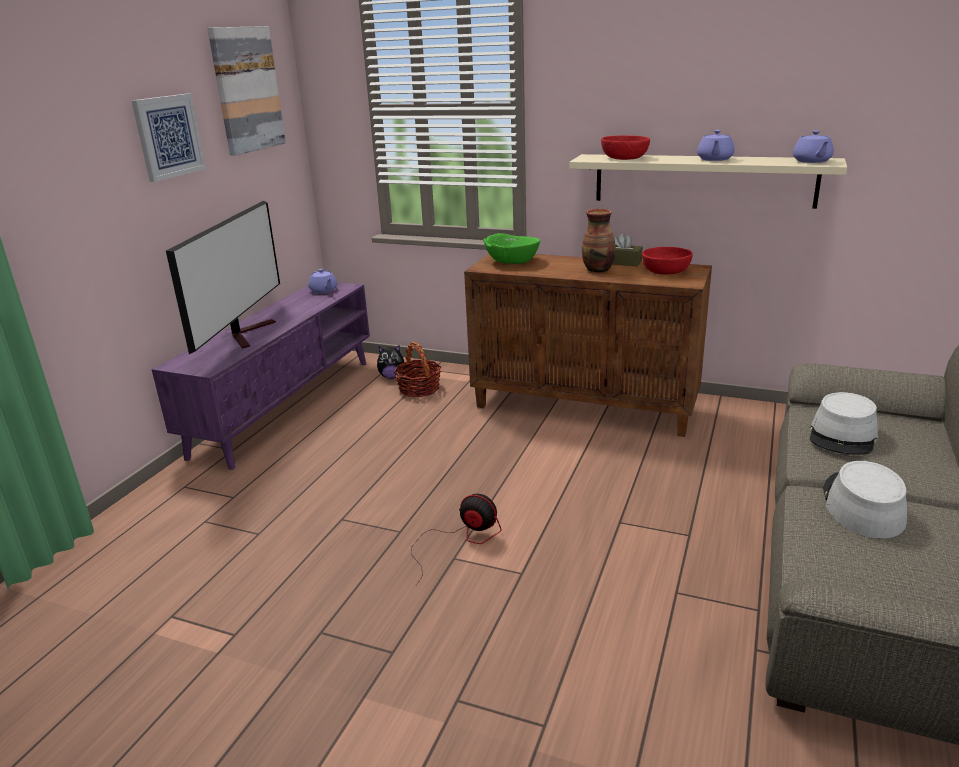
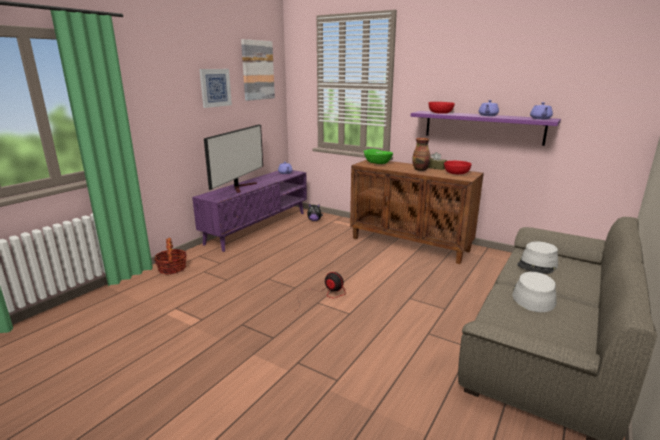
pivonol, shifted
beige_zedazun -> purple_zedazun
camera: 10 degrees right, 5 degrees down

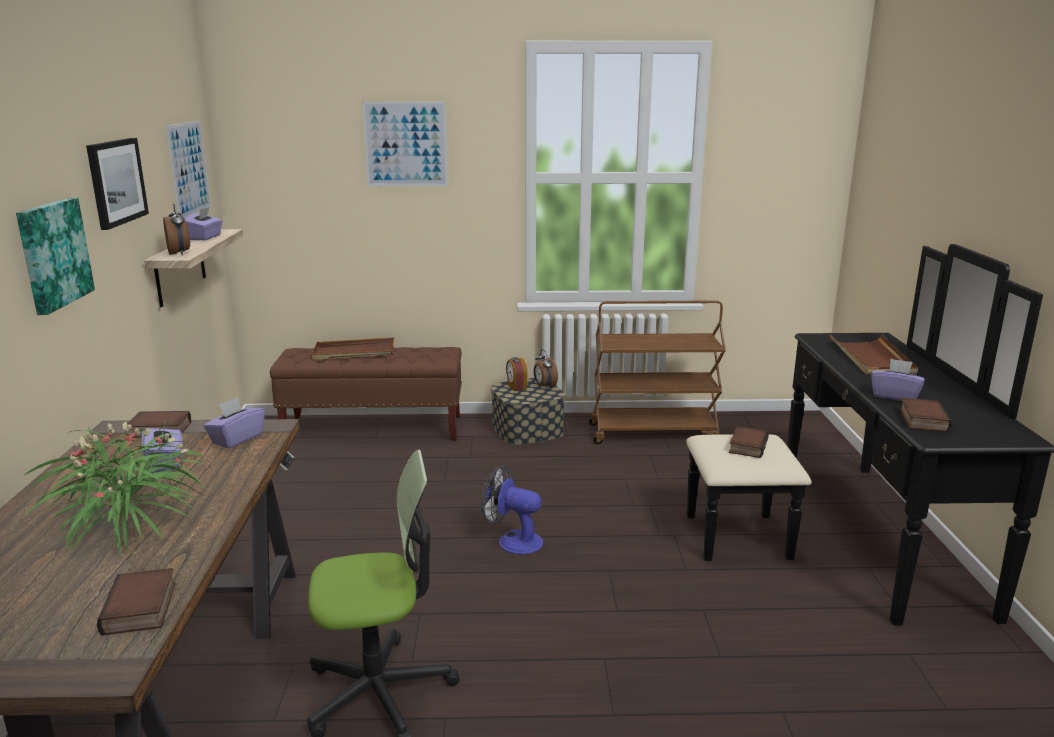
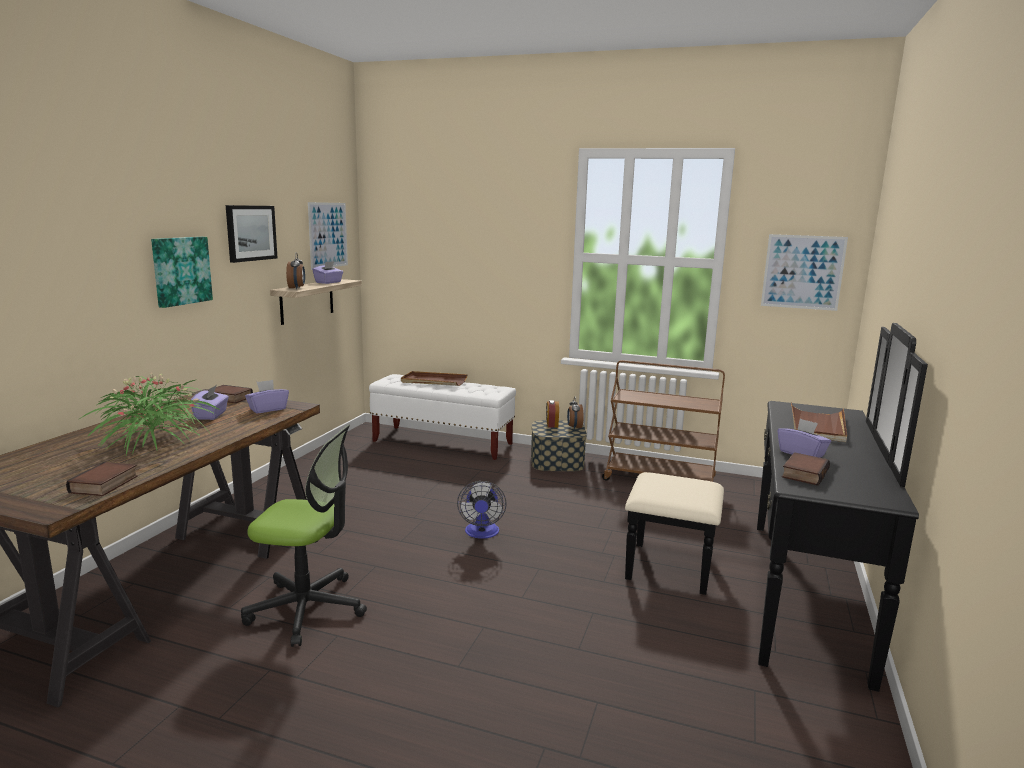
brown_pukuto -> white_pukuto
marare, 135 degrees counterclockwise
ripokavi (no. 4 from left), shifted
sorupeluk (no. 3 from left) -> none
camera: 20 degrees right, 5 degrees down

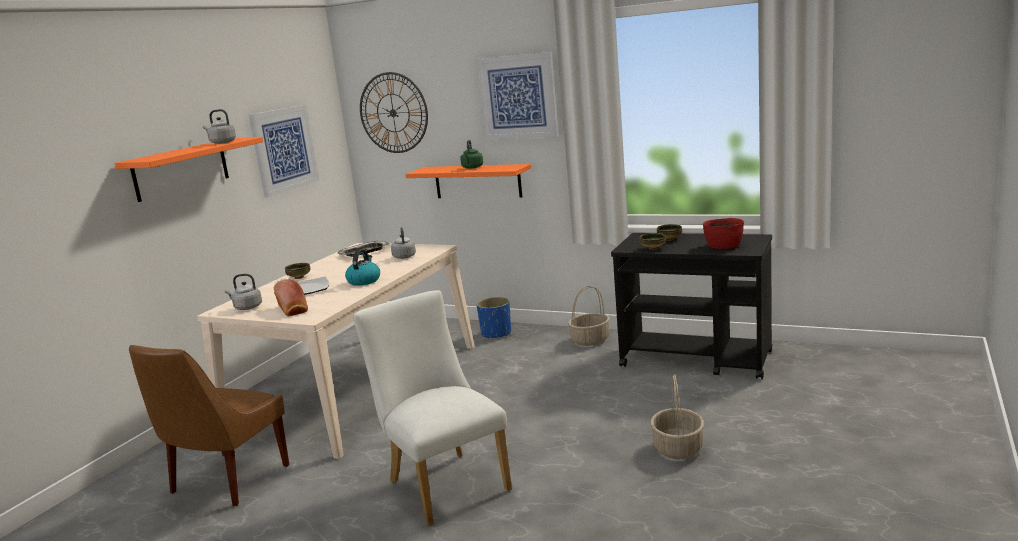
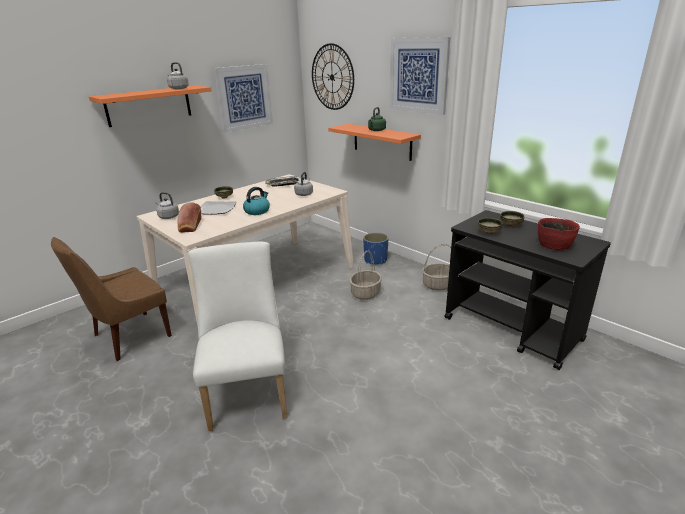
pivonol (no. 2 from left in the first image) -> pivonol (no. 1 from left), shifted
camera: 20 degrees right, 10 degrees up

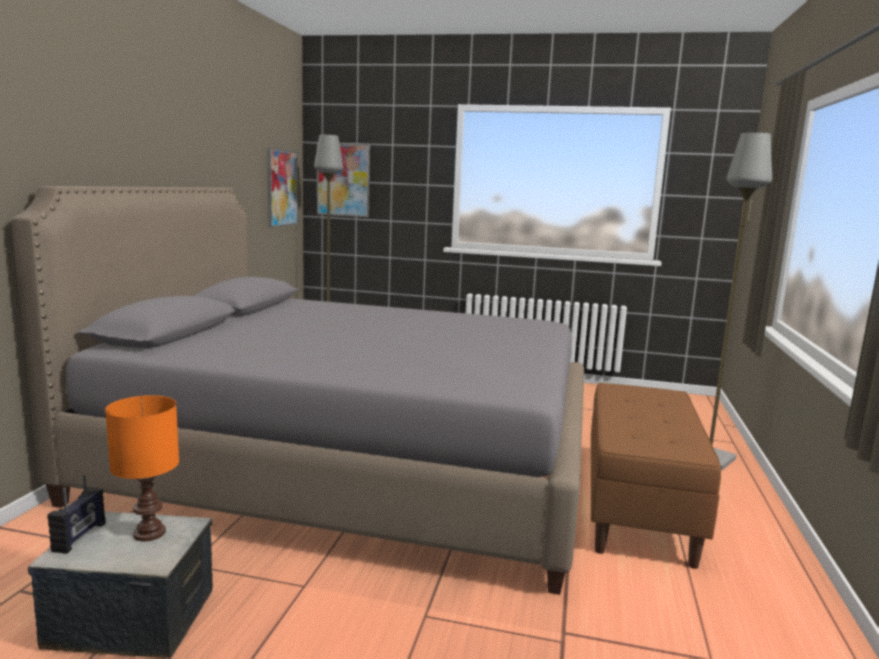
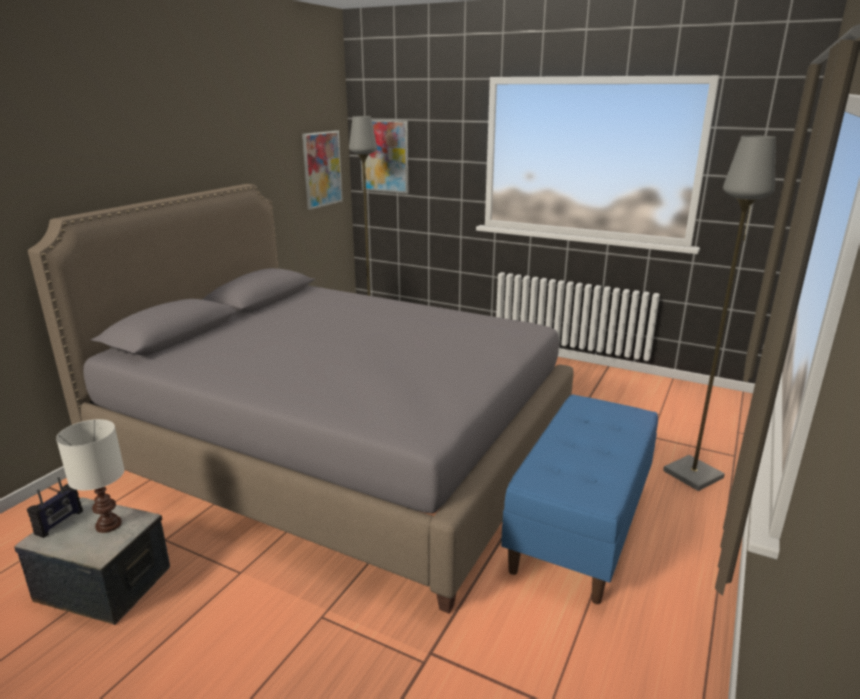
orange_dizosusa -> white_dizosusa
brown_pukuto -> blue_pukuto
camera: 15 degrees right, 10 degrees up

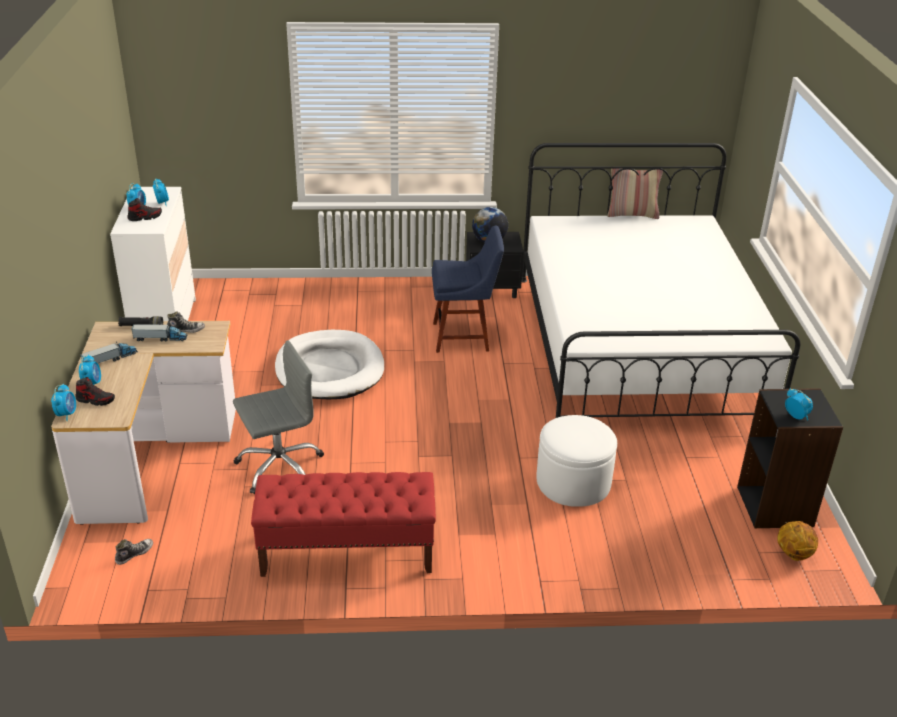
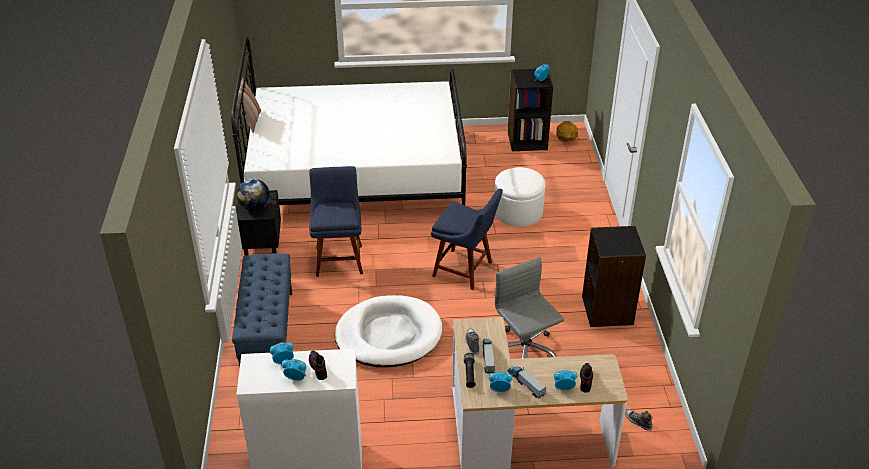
none -> blue_pukuto
none -> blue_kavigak (no. 2 from left)
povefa (no. 1 from left in the first image) -> povefa (no. 3 from left), shifted
red_pukuto -> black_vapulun (no. 2 from left)
camera: 90 degrees left, 5 degrees up

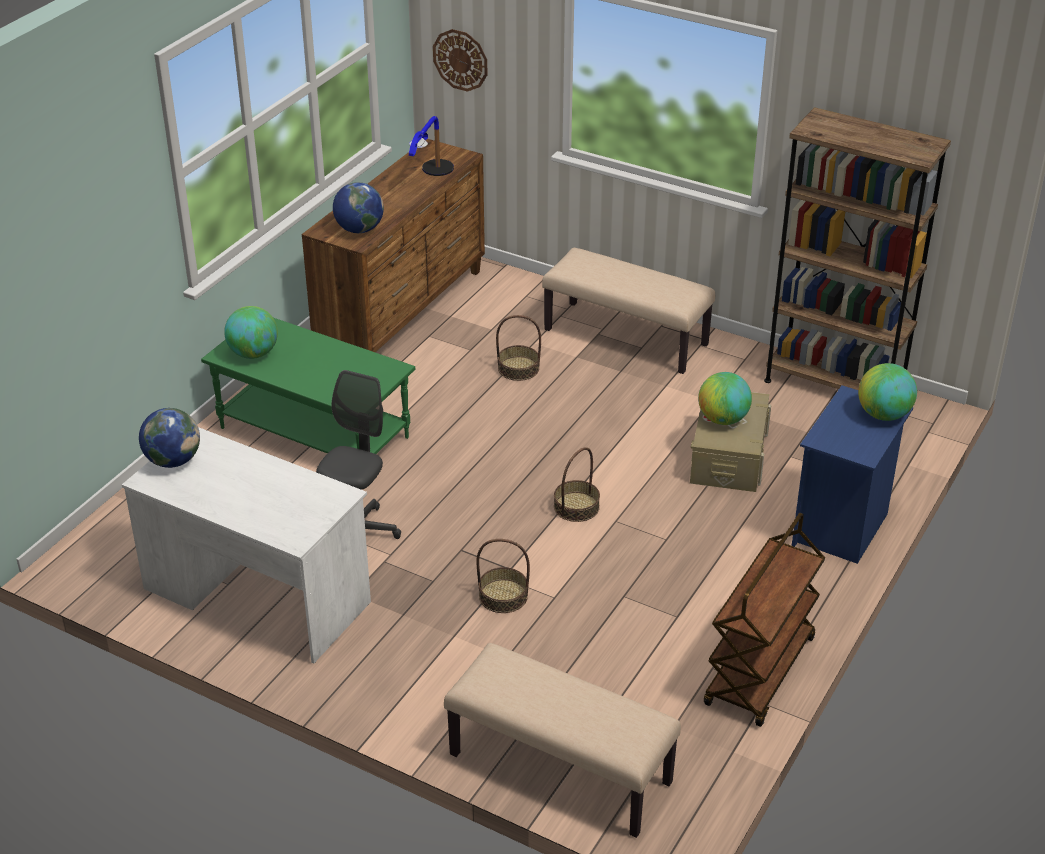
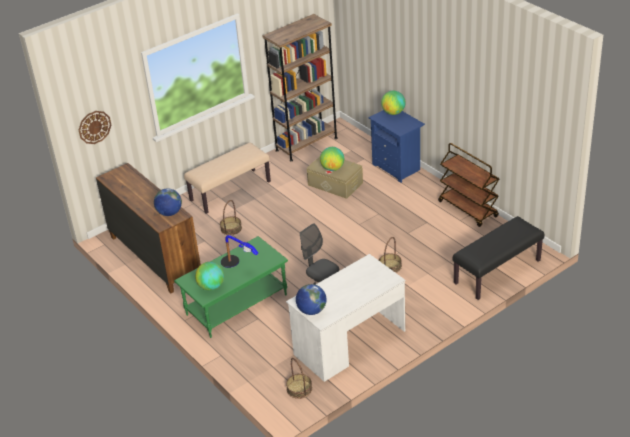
dizosusa, shifted
pivonol (no. 3 from left in the first image) -> pivonol (no. 2 from left), shifted
beige_pukuto (no. 1 from left) -> black_pukuto
camera: 65 degrees left, 0 degrees up

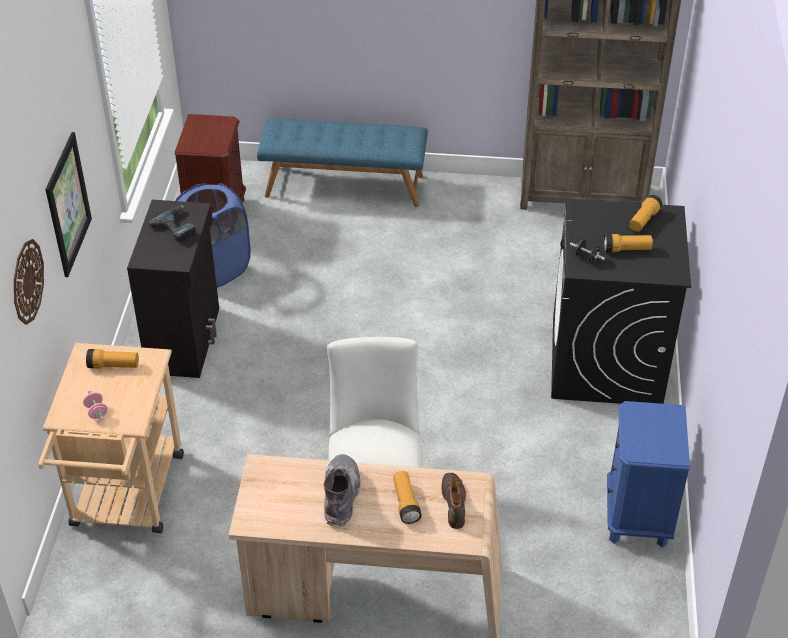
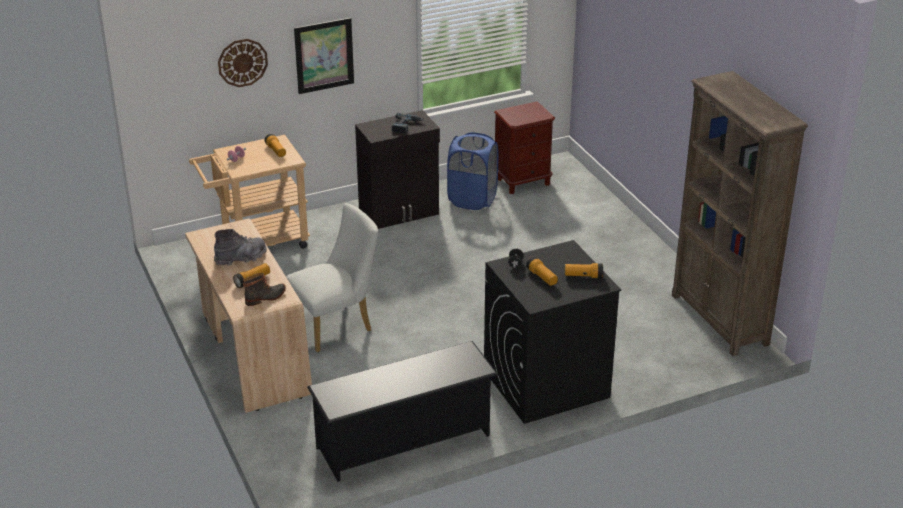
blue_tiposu -> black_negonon
blue_pukuto -> none
camera: 60 degrees right, 10 degrees down

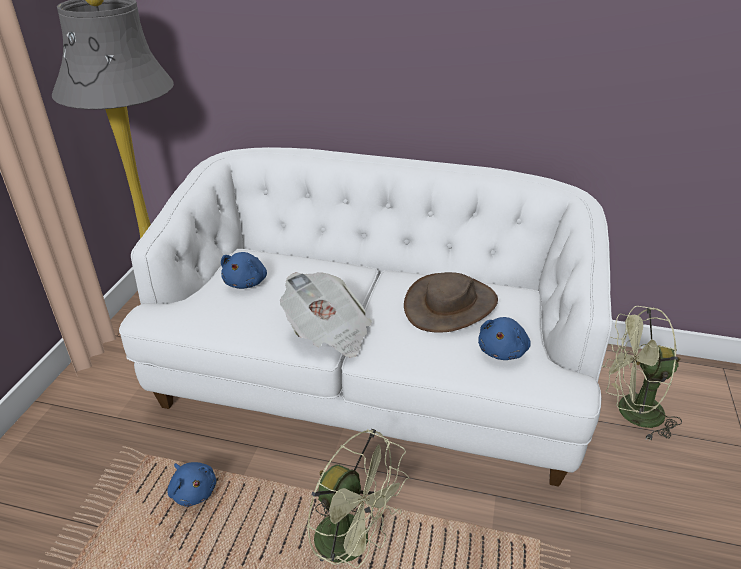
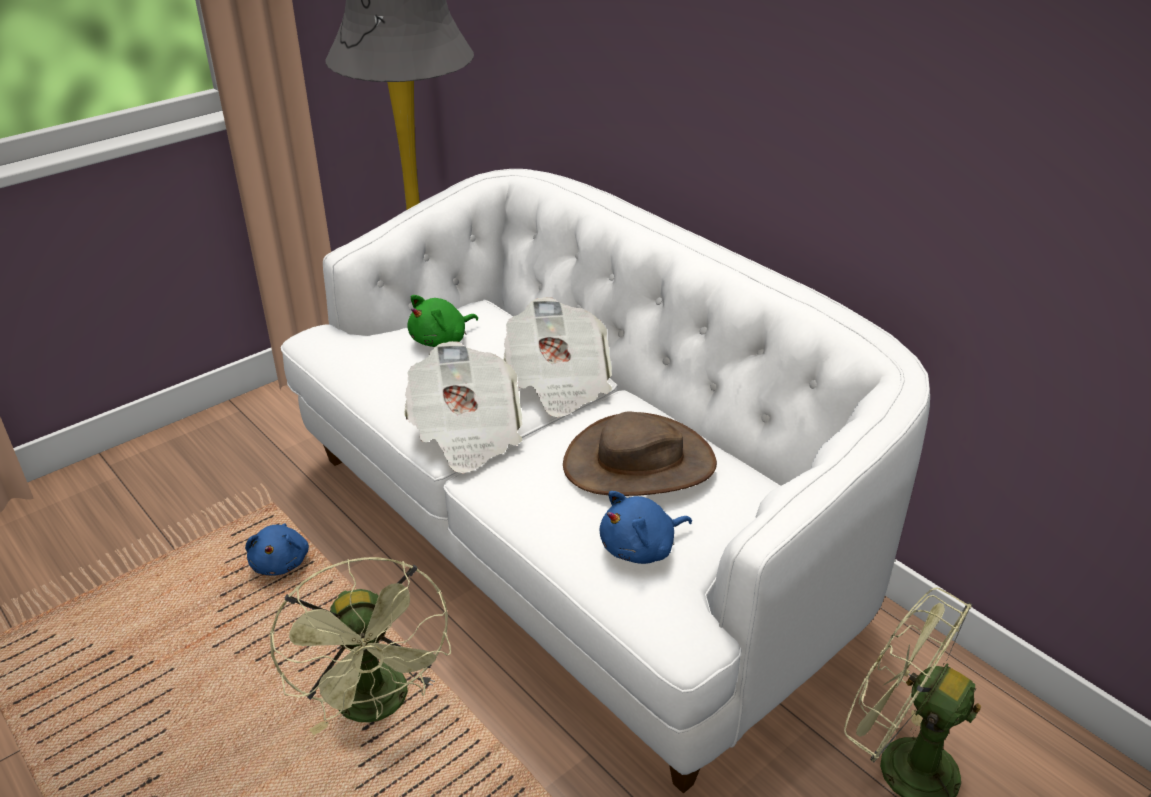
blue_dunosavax (no. 2 from left) -> green_dunosavax
none -> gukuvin (no. 2 from left)
camera: 35 degrees right, 0 degrees up

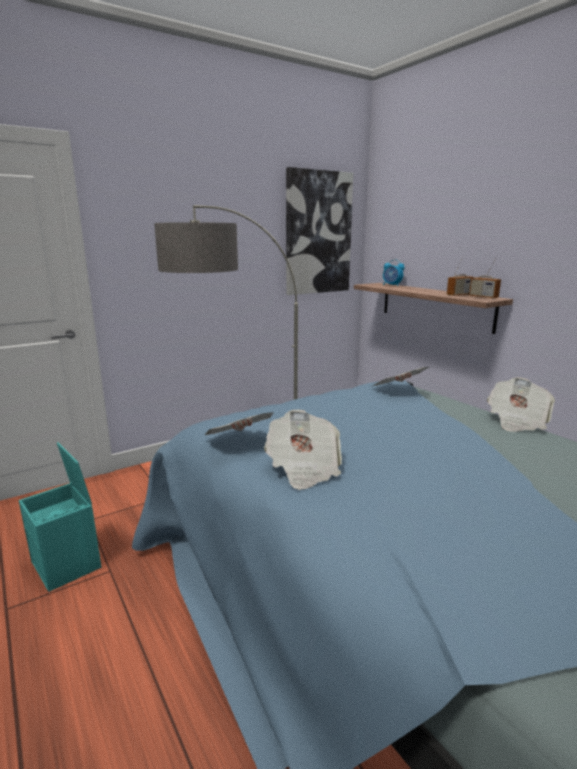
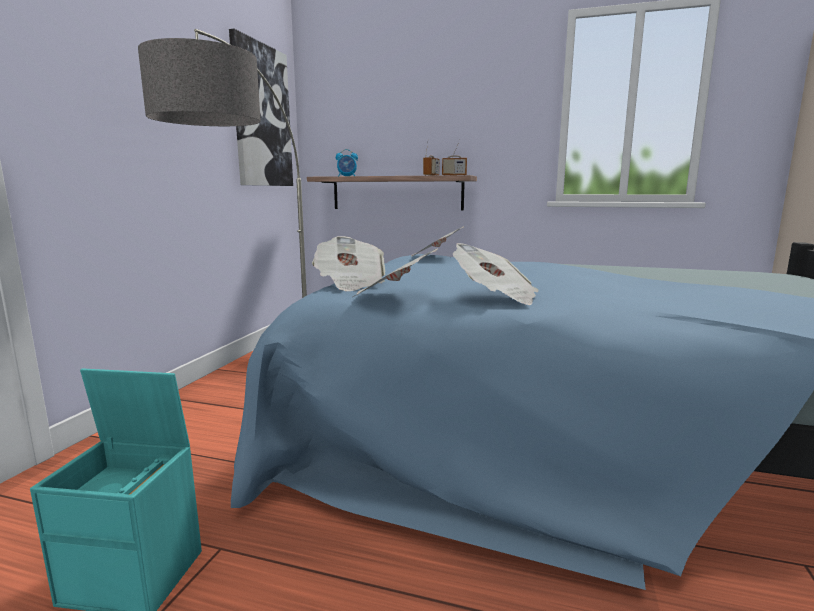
gukuvin (no. 4 from left in the first image) -> gukuvin (no. 1 from left), shifted
camera: 40 degrees left, 5 degrees down

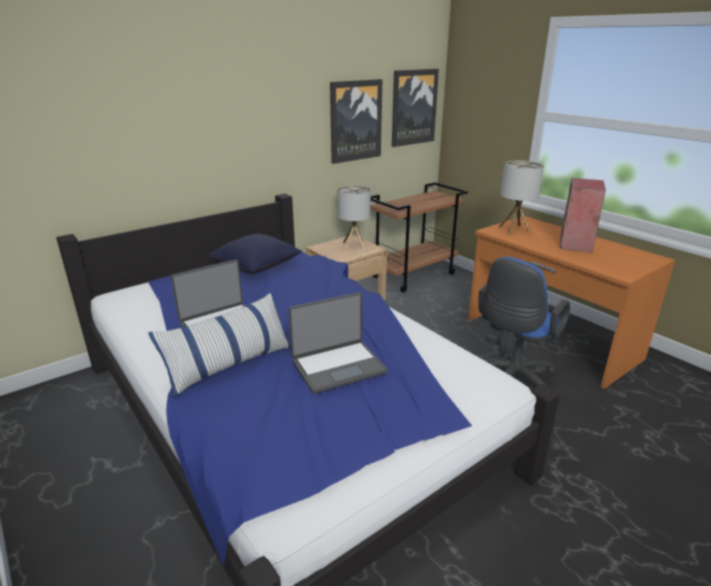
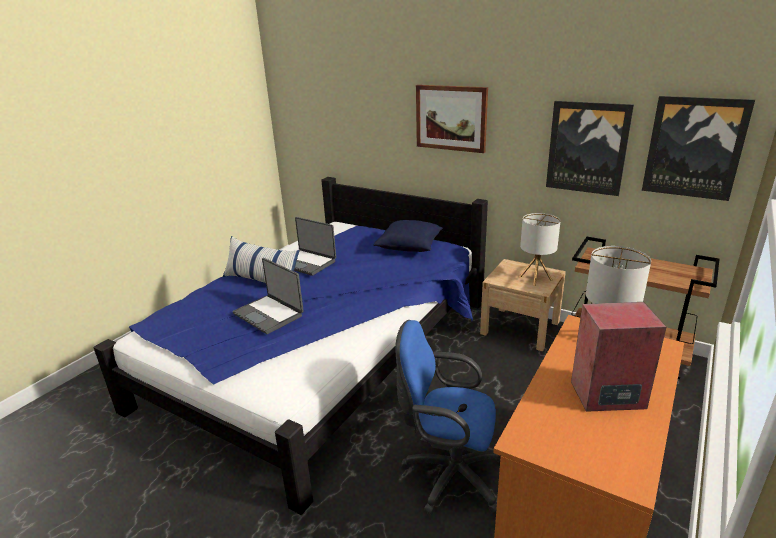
none -> ripokavi (no. 1 from left)
camera: 70 degrees right, 0 degrees up

